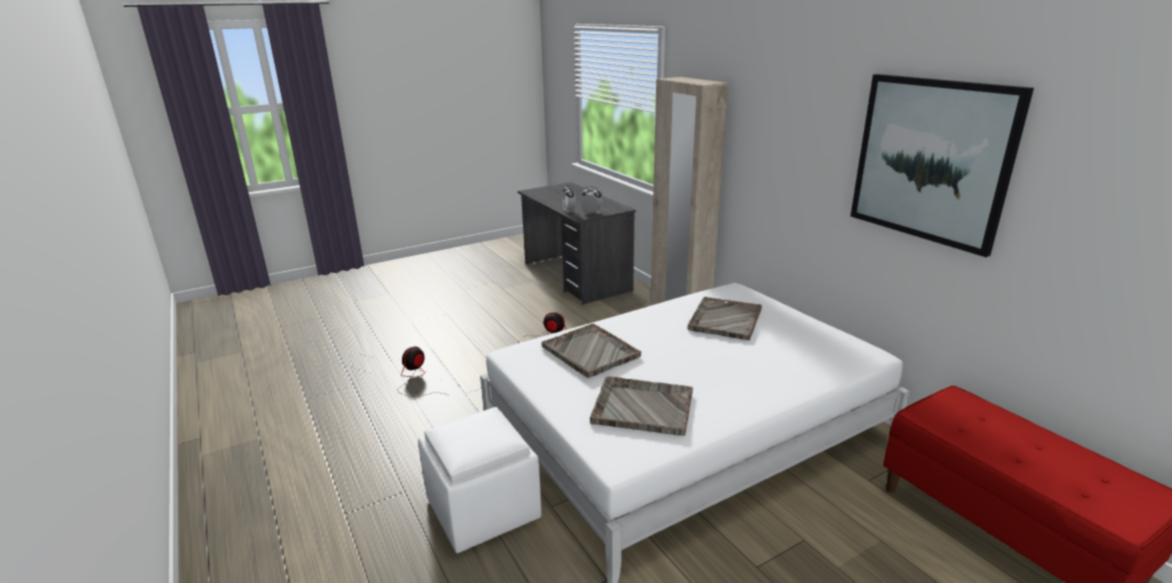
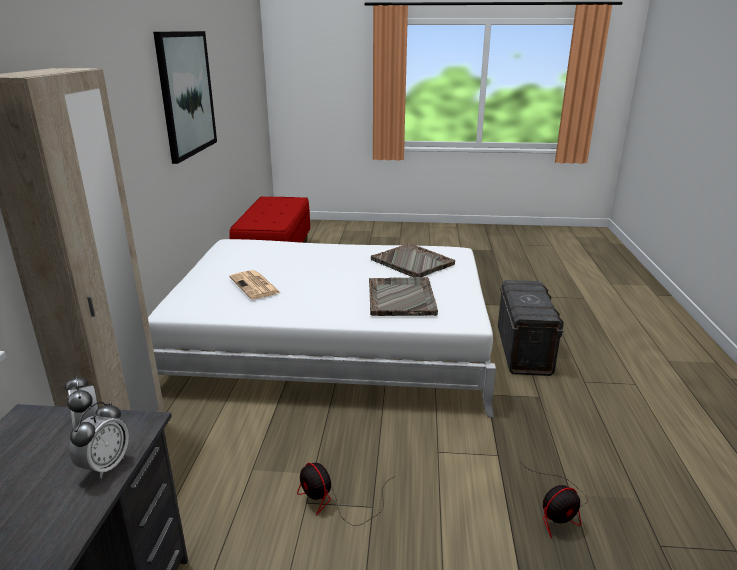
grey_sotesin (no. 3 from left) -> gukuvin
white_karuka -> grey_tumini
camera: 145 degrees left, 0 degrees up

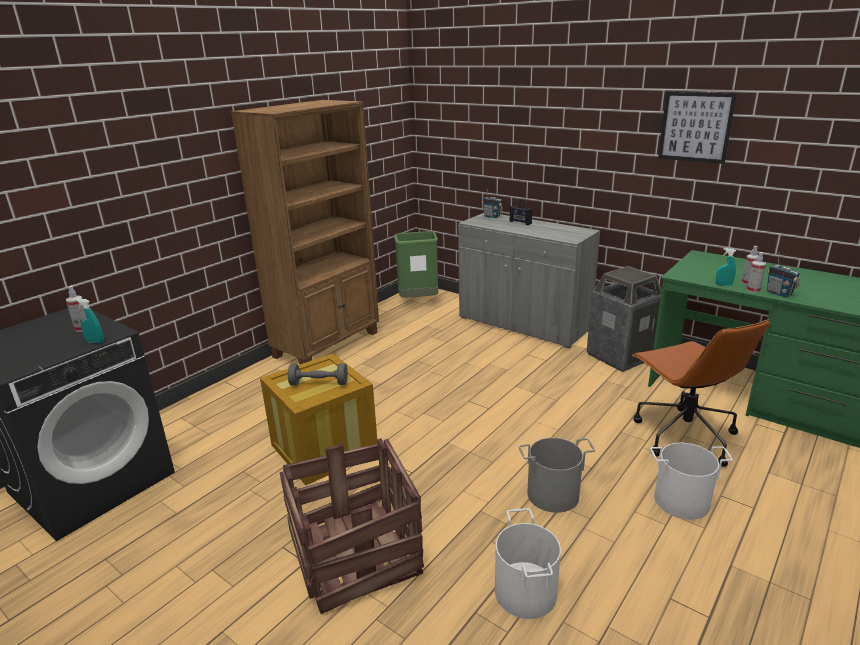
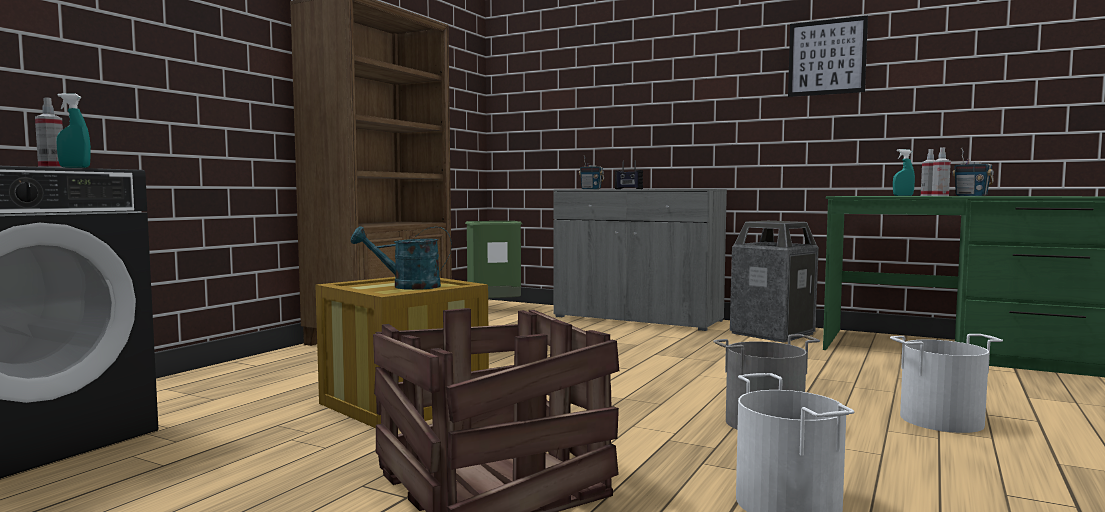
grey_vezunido -> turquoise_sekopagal
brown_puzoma -> none
camera: 10 degrees left, 20 degrees down

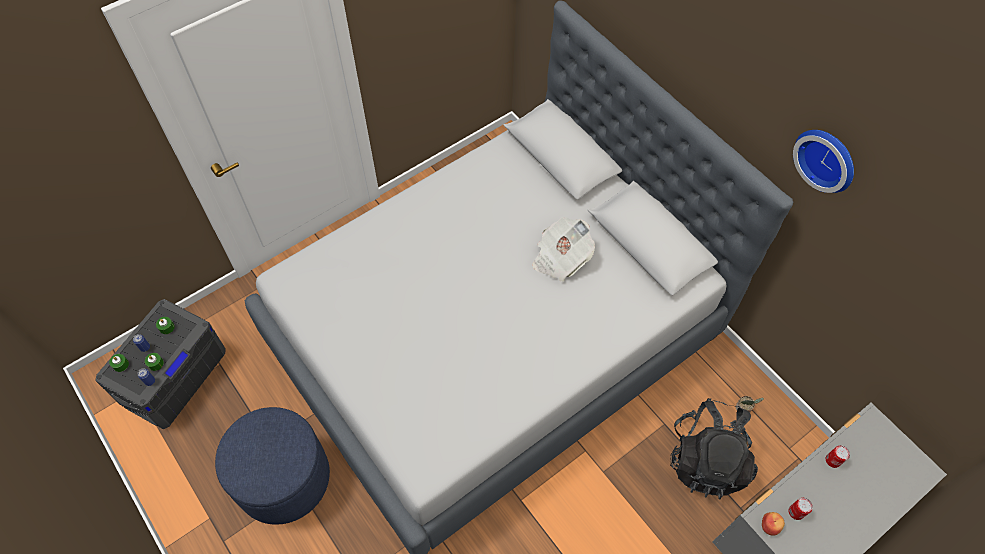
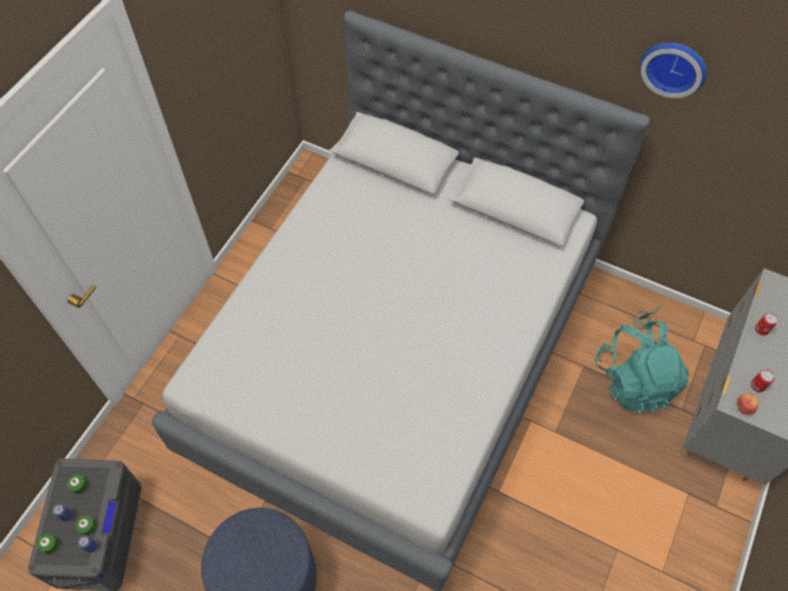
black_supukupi -> turquoise_supukupi
gukuvin -> none
camera: 25 degrees left, 0 degrees up

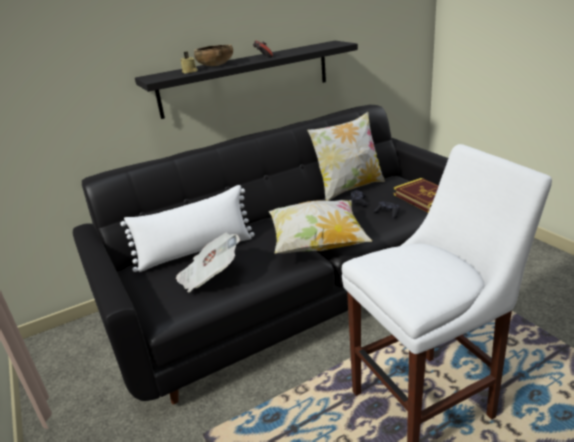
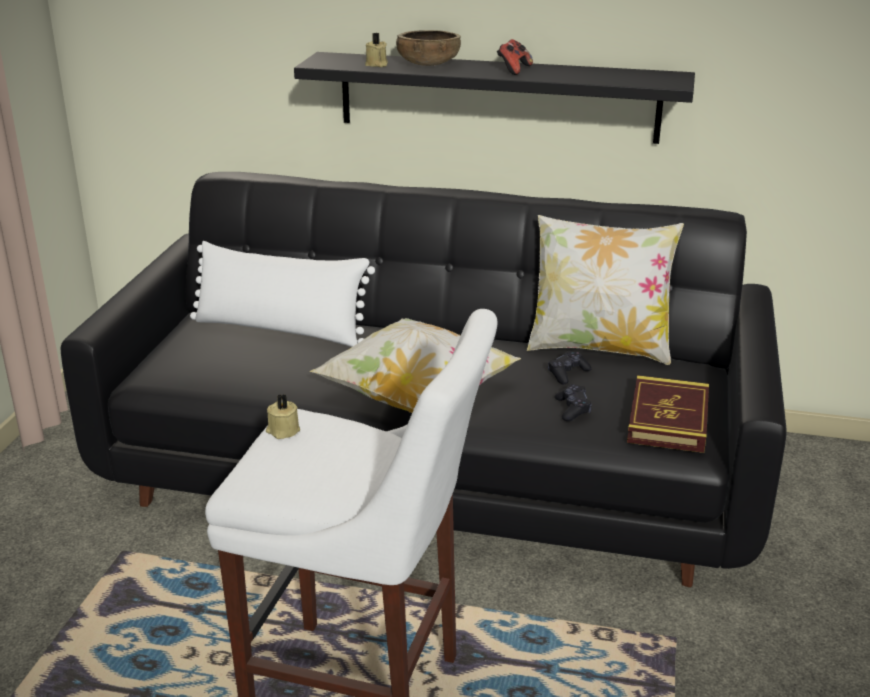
none -> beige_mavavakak (no. 1 from left)
gukuvin -> none
camera: 40 degrees right, 0 degrees up

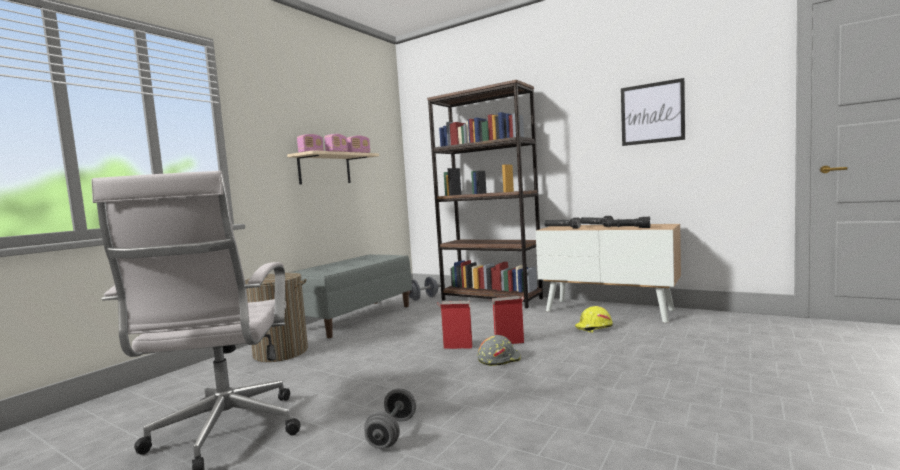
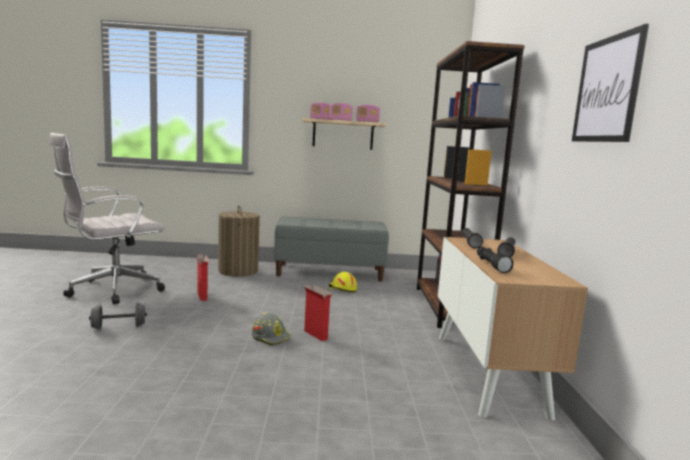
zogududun (no. 1 from left), shifted
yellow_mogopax, shifted
grey_vezunido (no. 2 from left) -> none
camera: 55 degrees right, 5 degrees up

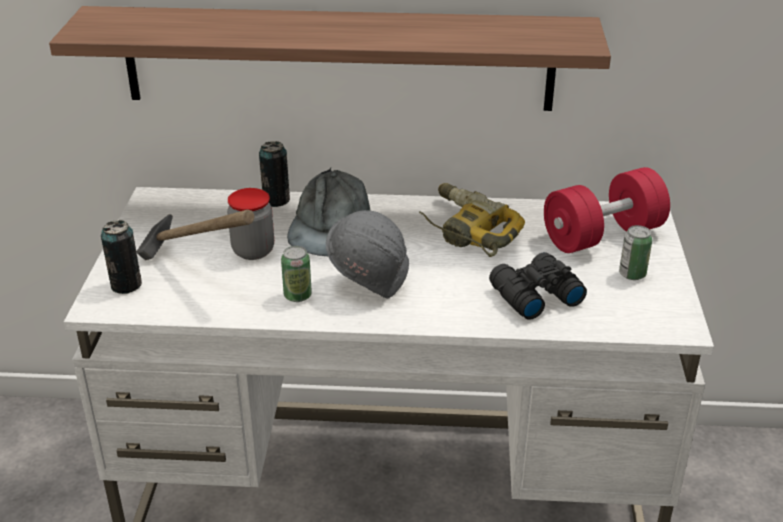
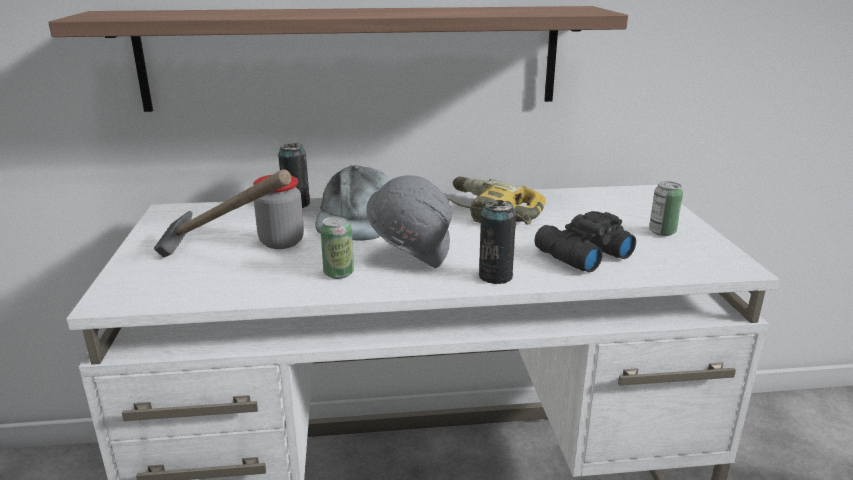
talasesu (no. 1 from left in the first image) -> talasesu (no. 3 from left), shifted
red_vezunido -> none
camera: 10 degrees left, 10 degrees down

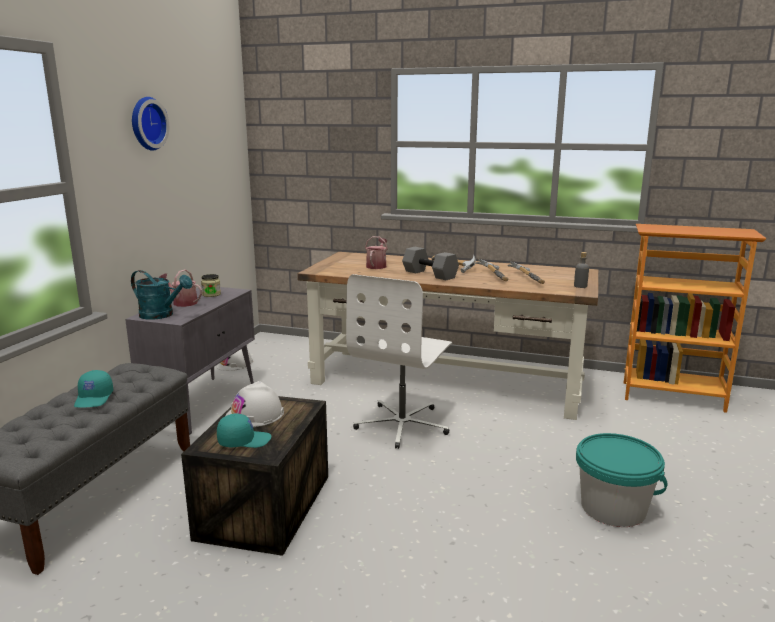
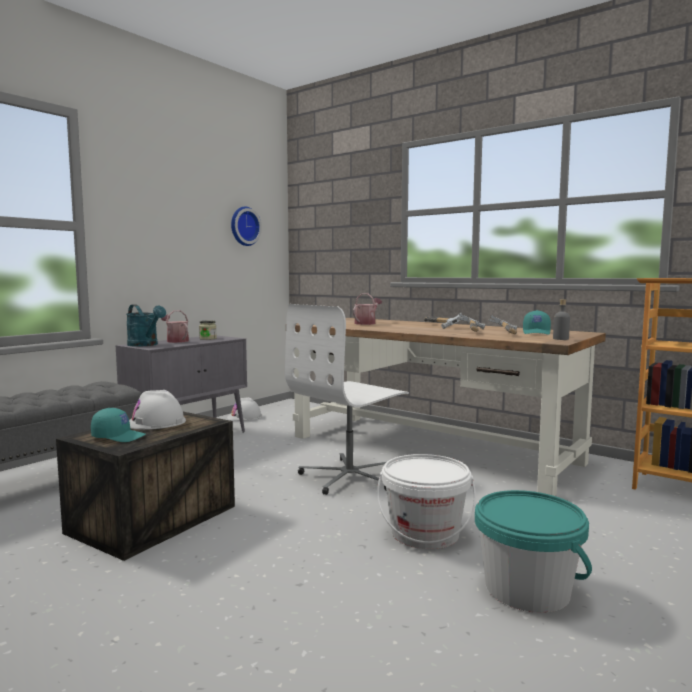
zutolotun, shifted
none -> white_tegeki
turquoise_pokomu (no. 1 from left in the first image) -> turquoise_pokomu (no. 2 from left), shifted
grey_vezunido -> none
camera: 20 degrees right, 10 degrees down

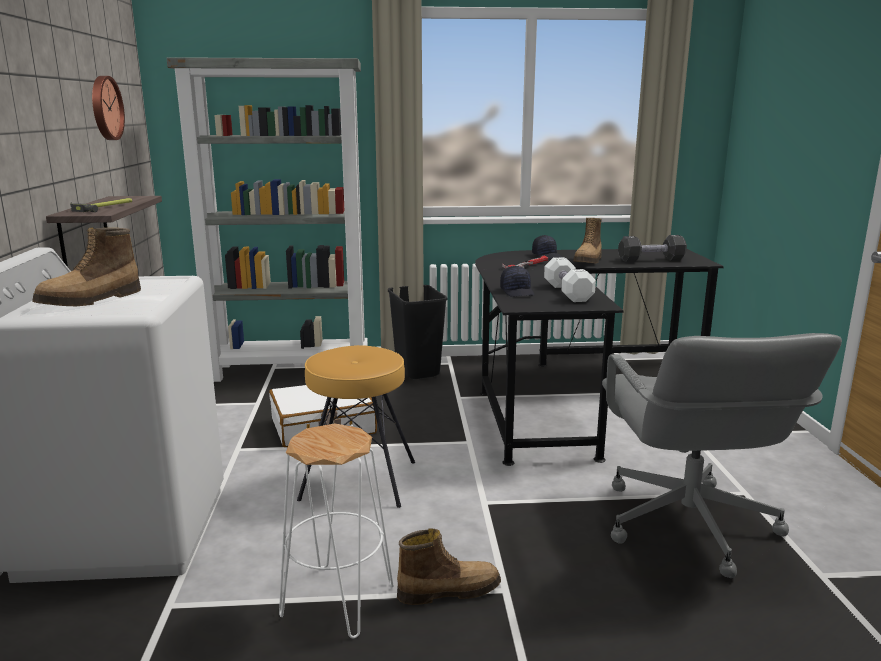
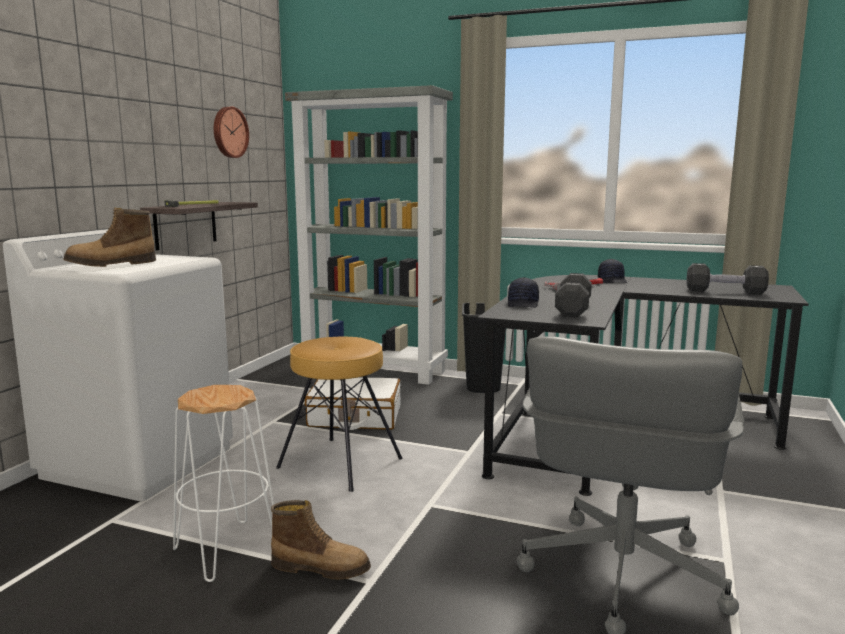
white_vezunido -> black_vezunido (no. 1 from left)
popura (no. 3 from left) -> none
camera: 25 degrees right, 5 degrees down

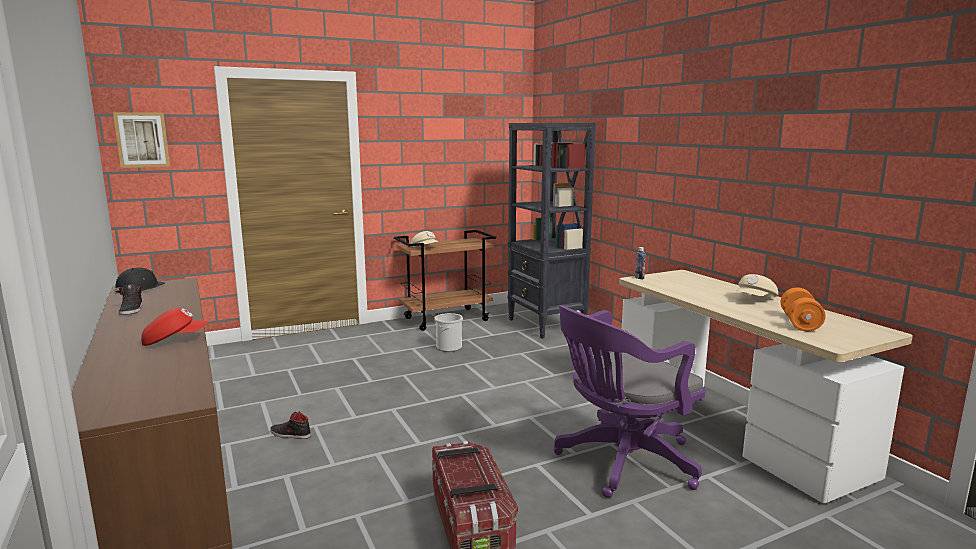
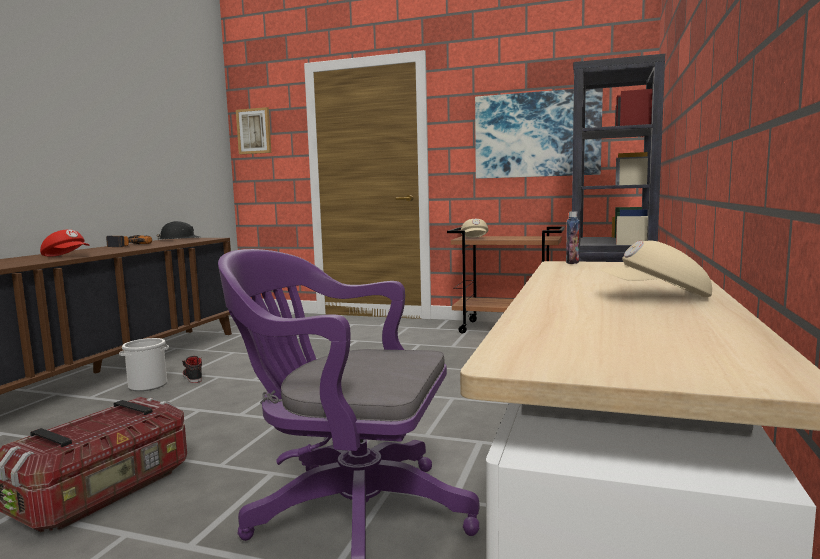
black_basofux (no. 1 from left) -> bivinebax
tegeki, shifted
none -> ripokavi (no. 2 from left)
orange_vezunido -> none
camera: 45 degrees right, 5 degrees down

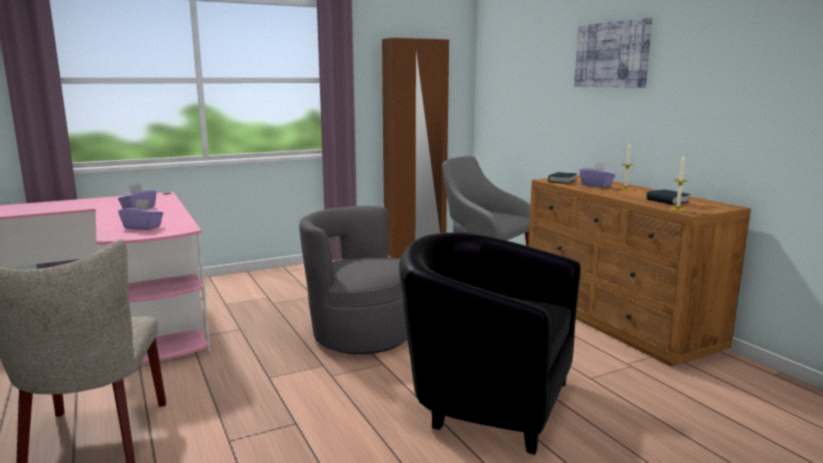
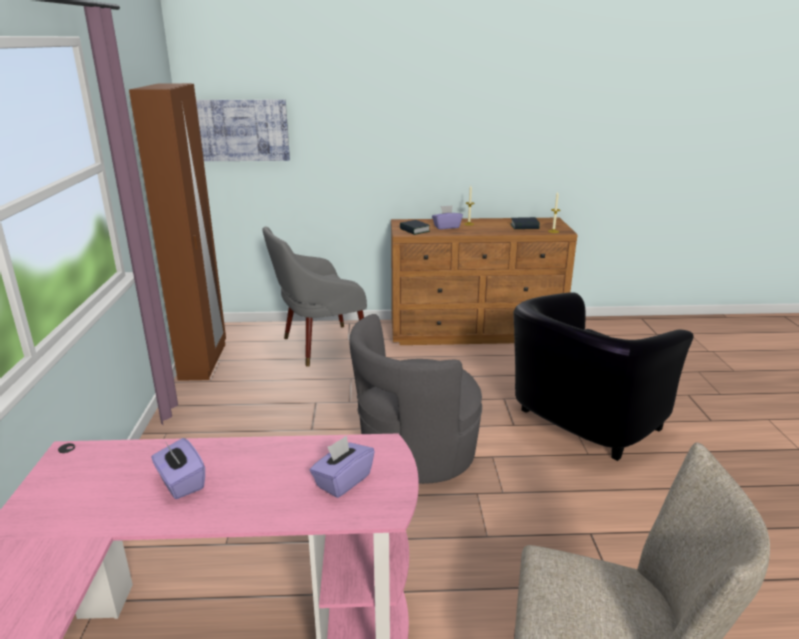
ripokavi, shifted
camera: 65 degrees left, 10 degrees up

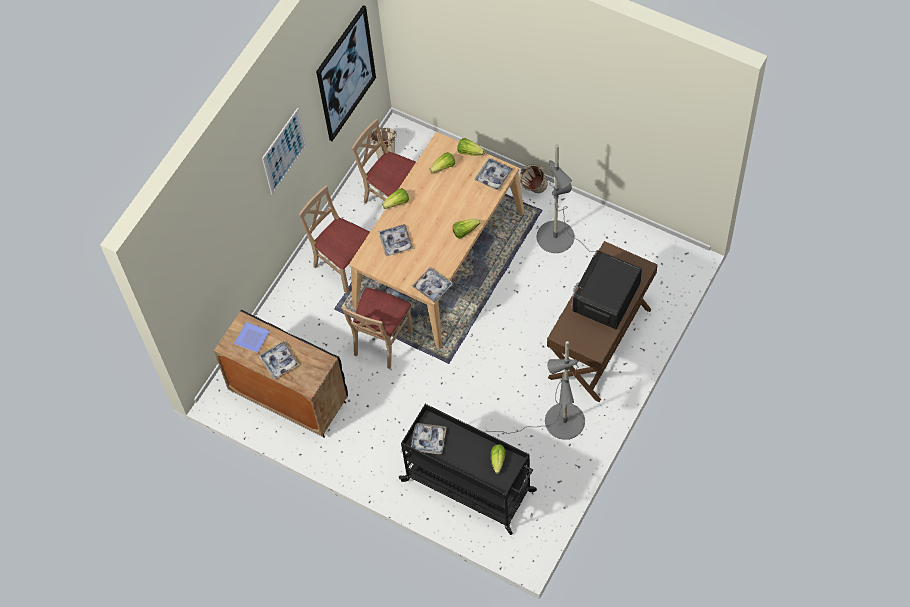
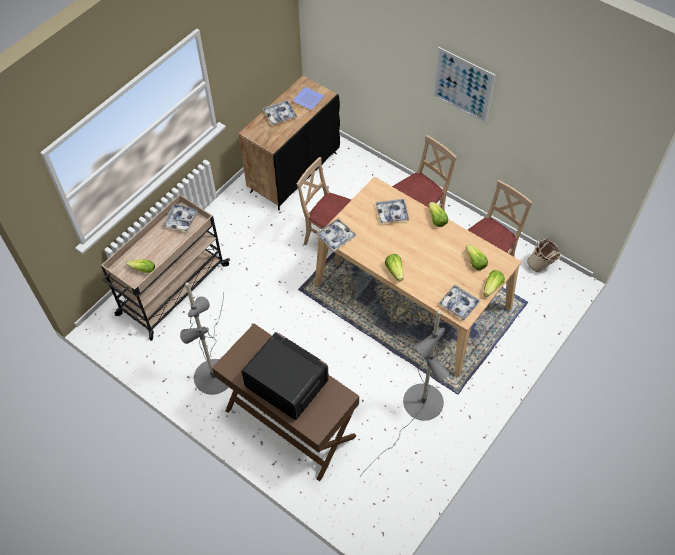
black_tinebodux -> beige_tinebodux
ripokavi (no. 2 from left) -> none
beige_tegeki (no. 2 from left) -> none
camera: 95 degrees right, 5 degrees down

